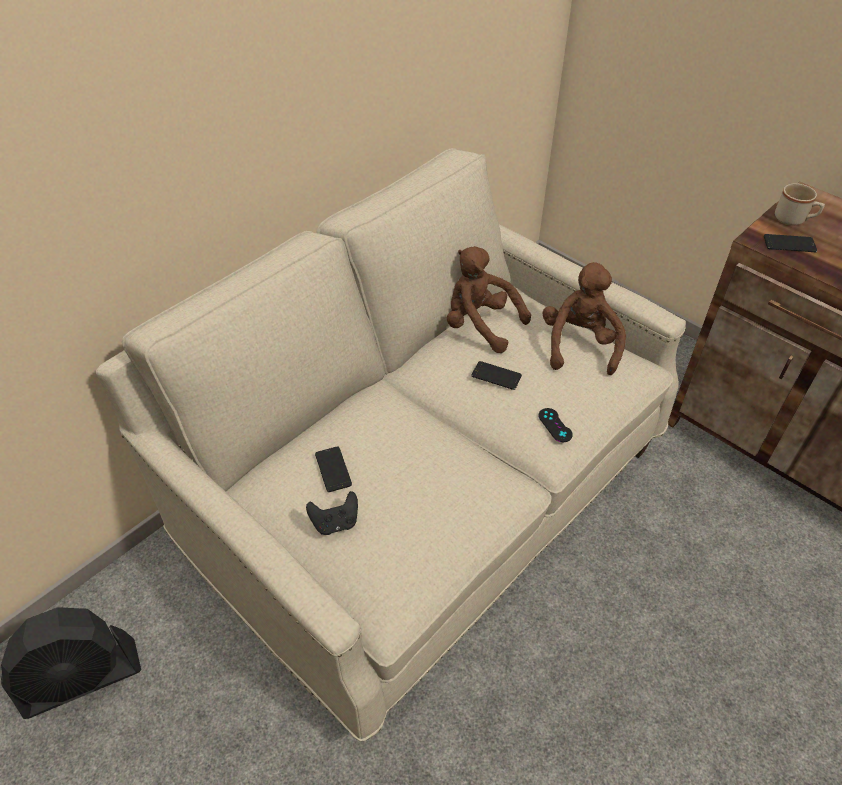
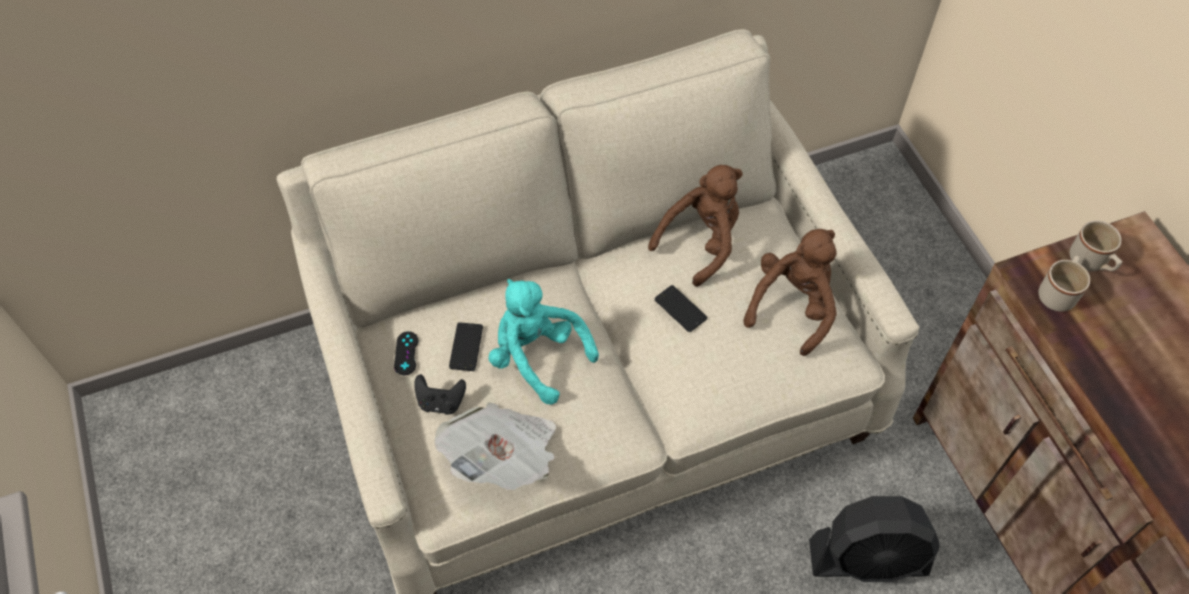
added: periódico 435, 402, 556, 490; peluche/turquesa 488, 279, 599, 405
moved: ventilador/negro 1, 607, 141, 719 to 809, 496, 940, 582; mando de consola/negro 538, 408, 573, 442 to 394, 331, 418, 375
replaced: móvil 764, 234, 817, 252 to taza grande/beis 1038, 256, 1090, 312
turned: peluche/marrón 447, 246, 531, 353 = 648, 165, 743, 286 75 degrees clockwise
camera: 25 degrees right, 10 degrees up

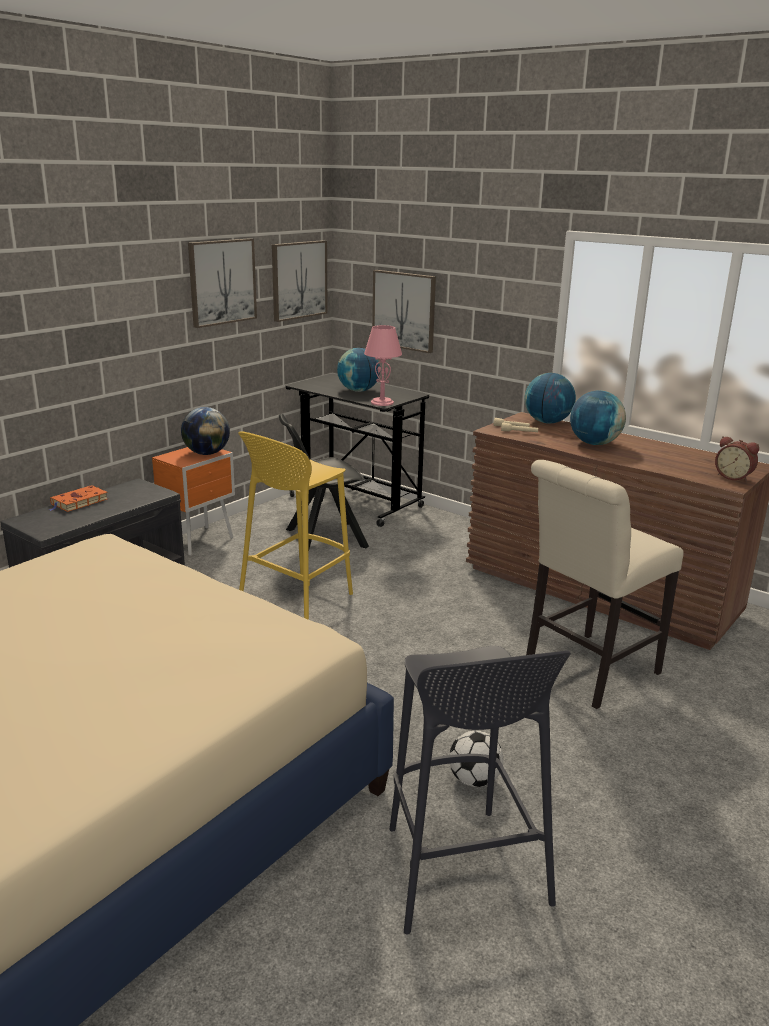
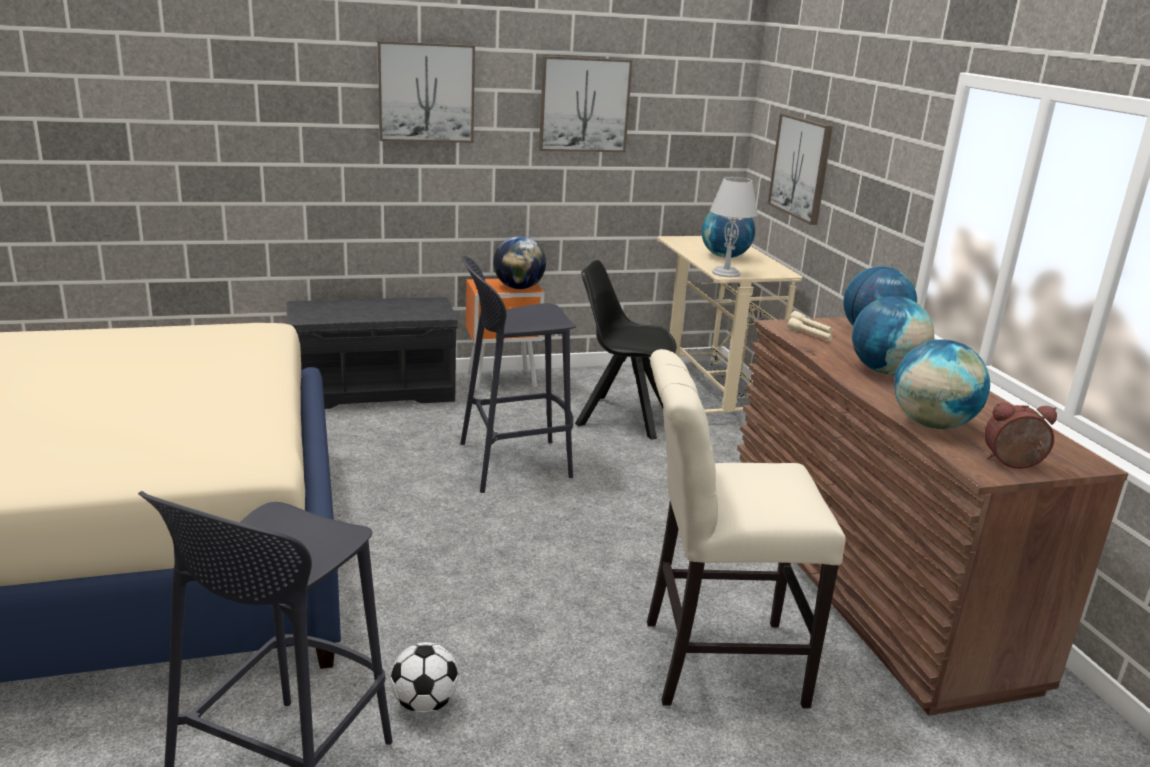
removed: libro/naranja 49, 485, 108, 512
added: globo terráqueo 894, 339, 990, 429
moved: cuadro 272, 240, 328, 322 to 377, 41, 475, 143
recoloured: taburete/amarillo 238, 431, 353, 620 to taburete/gris 460, 256, 576, 493; escritorio/negro 286, 374, 429, 527 to escritorio/beis 649, 236, 802, 413; lámpara de mesa/rosa 364, 325, 402, 406 to lámpara de mesa/gris 710, 177, 758, 277
turned: despertador 715, 436, 759, 482 = 984, 402, 1057, 469 105 degrees clockwise
camera: 35 degrees right, 0 degrees up

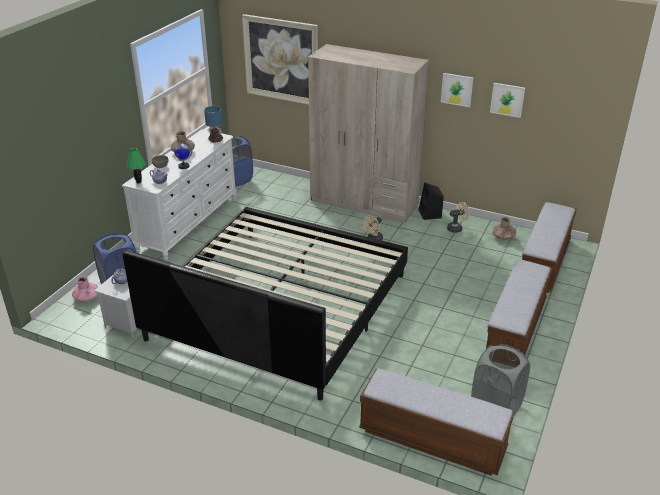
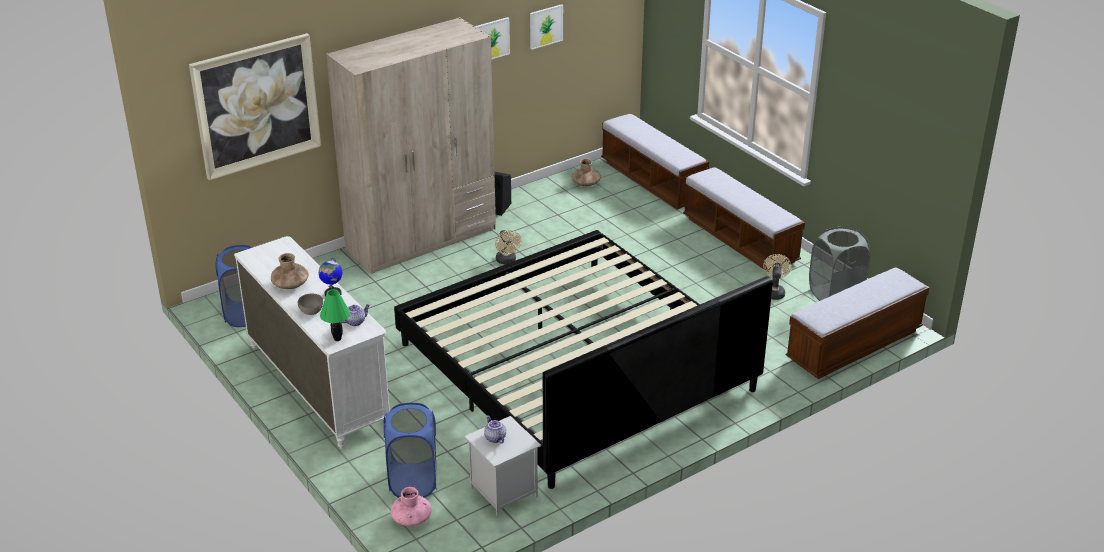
removed: lámpara de mesa 204, 106, 223, 142
moved: ventilador/beis 447, 202, 469, 233 to 763, 254, 791, 300
camera: 60 degrees left, 0 degrees up

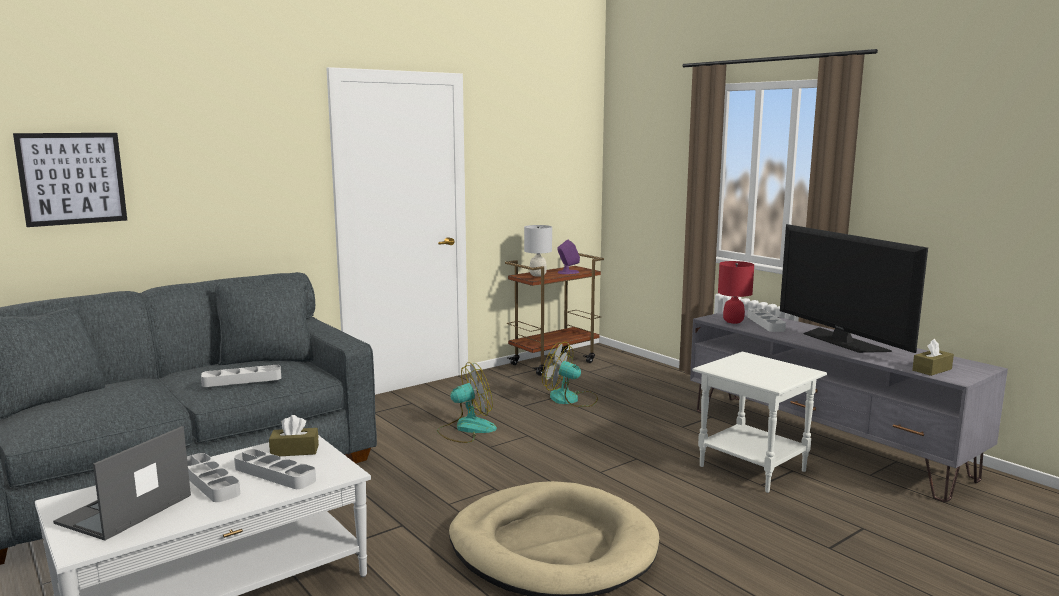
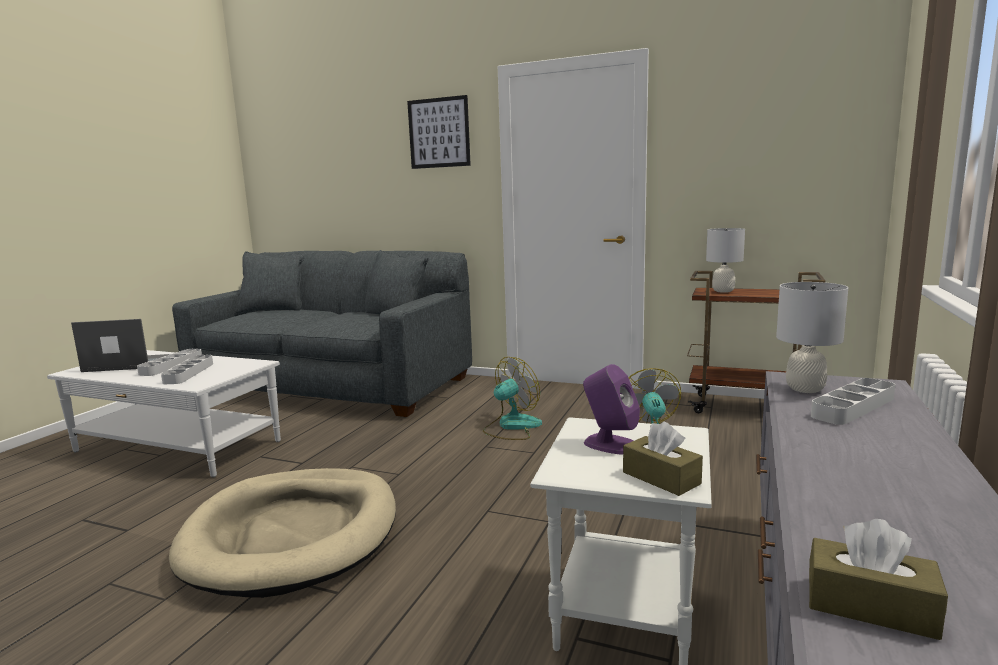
removed: bandeja/gris 201, 365, 281, 387; televisor 780, 224, 928, 353
moved: cuadro 13, 133, 127, 227 to 407, 95, 471, 169; caja de pañuelos/marrón 269, 415, 319, 456 to 623, 422, 703, 496; altavoz/morado 557, 240, 580, 274 to 583, 364, 640, 455
recoloured: lámpara de mesa/rojo 718, 261, 754, 324 to lámpara de mesa/gris 776, 282, 848, 393
turned: ventilador 437, 362, 497, 443 = 483, 357, 542, 440 75 degrees counterclockwise
camera: 60 degrees right, 0 degrees up

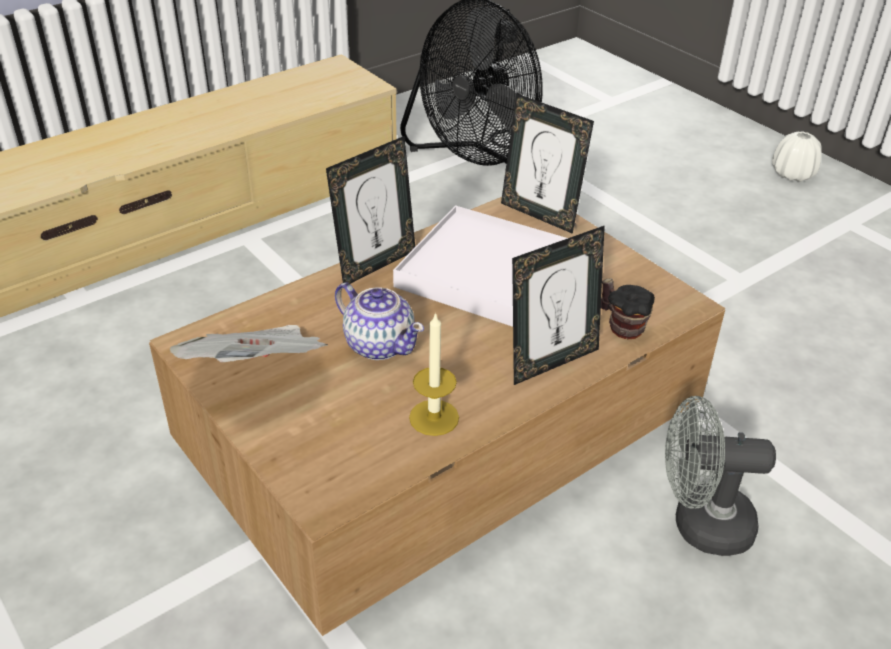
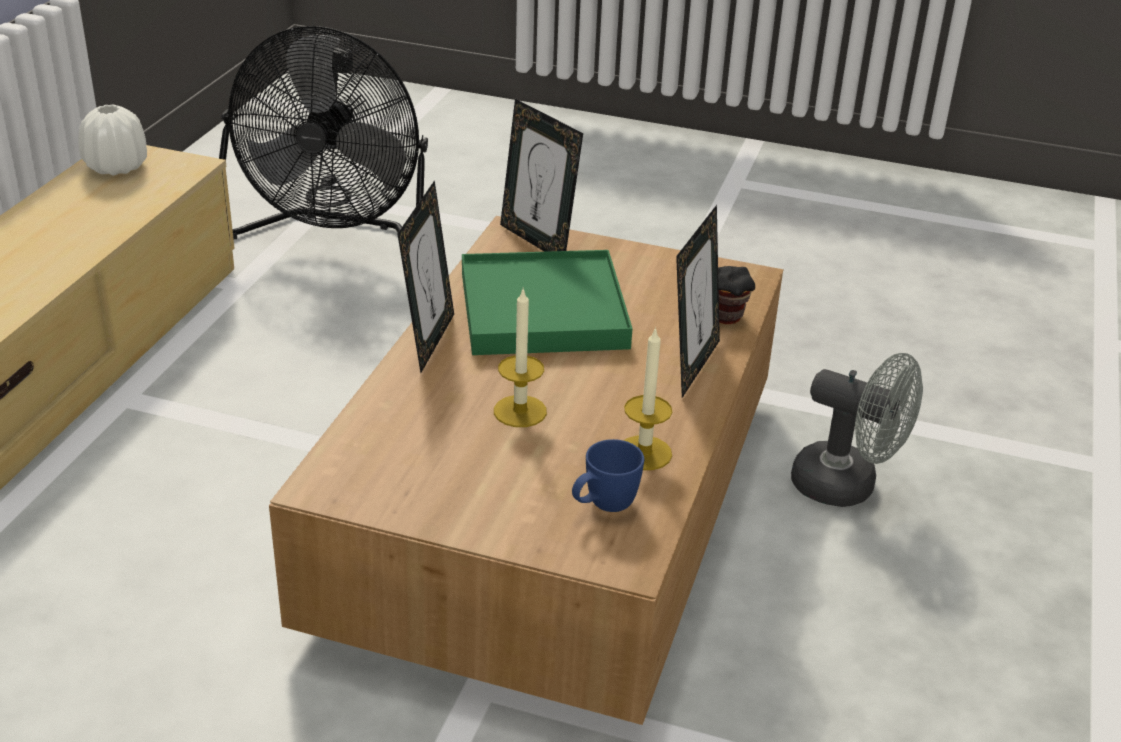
removed: periódico 169, 325, 328, 362
added: taza grande/azul 572, 439, 644, 512
moved: florero/blanco 772, 131, 822, 182 to 78, 105, 147, 176
replaced: tetera 335, 282, 424, 360 to vela 494, 290, 547, 427
recoloured: bandeja/blanco 393, 205, 568, 327 to bandeja/verde 462, 250, 633, 355
turned: portarretratos 501, 94, 594, 234 = 500, 99, 583, 252 45 degrees clockwise; ventilador/gris 665, 396, 776, 556 = 791, 353, 923, 507 120 degrees counterclockwise
camera: 35 degrees left, 5 degrees down

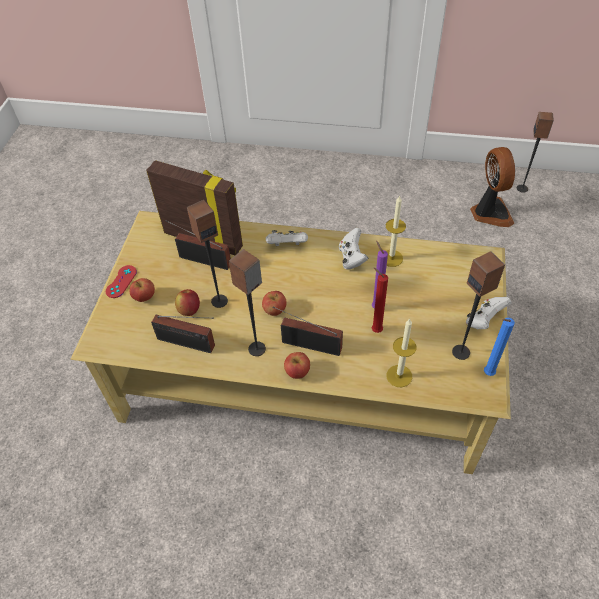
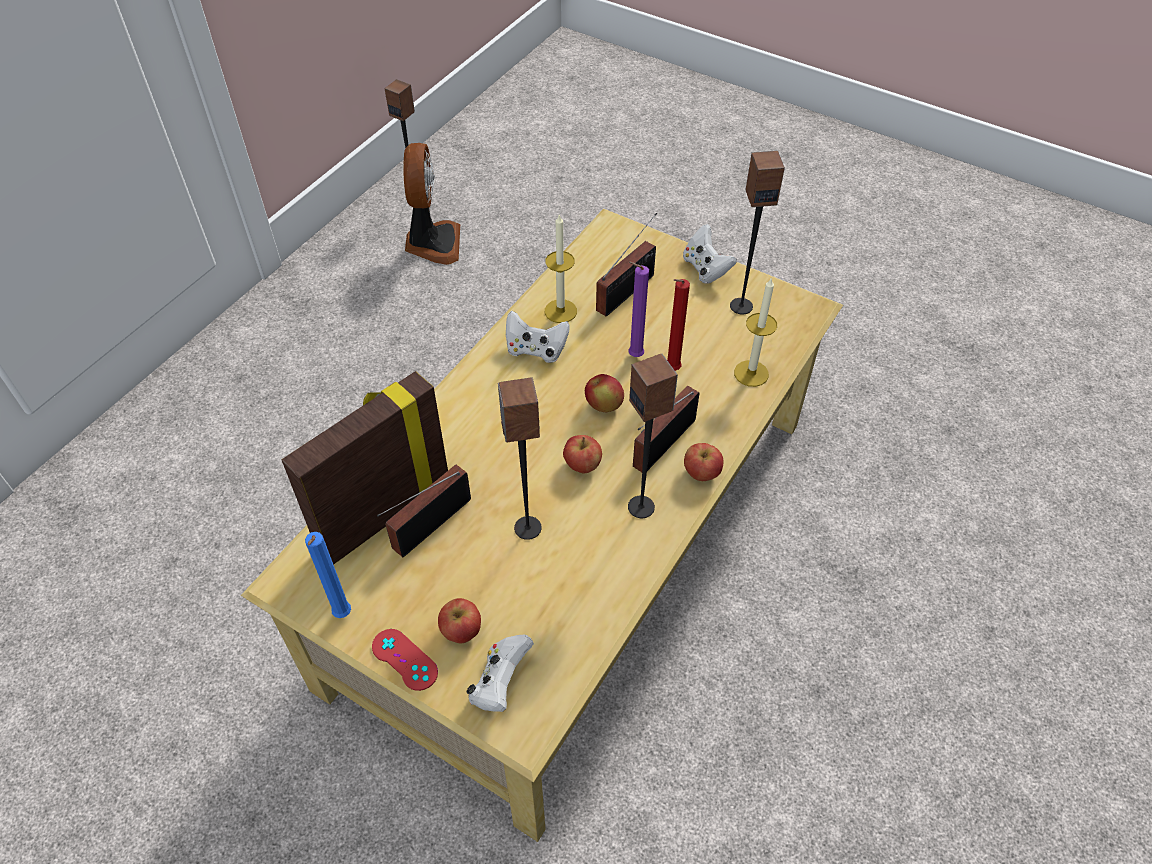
moved: radio 151, 315, 215, 353 to 596, 213, 657, 317; manzana 175, 289, 200, 316 to 585, 374, 624, 412; mando de consola/blanco 266, 230, 308, 246 to 466, 634, 534, 712; vela/azul 484, 318, 515, 376 to 305, 532, 351, 618
turned: ventilador 470, 147, 515, 227 = 403, 143, 460, 265 75 degrees clockwise
camera: 70 degrees left, 0 degrees up

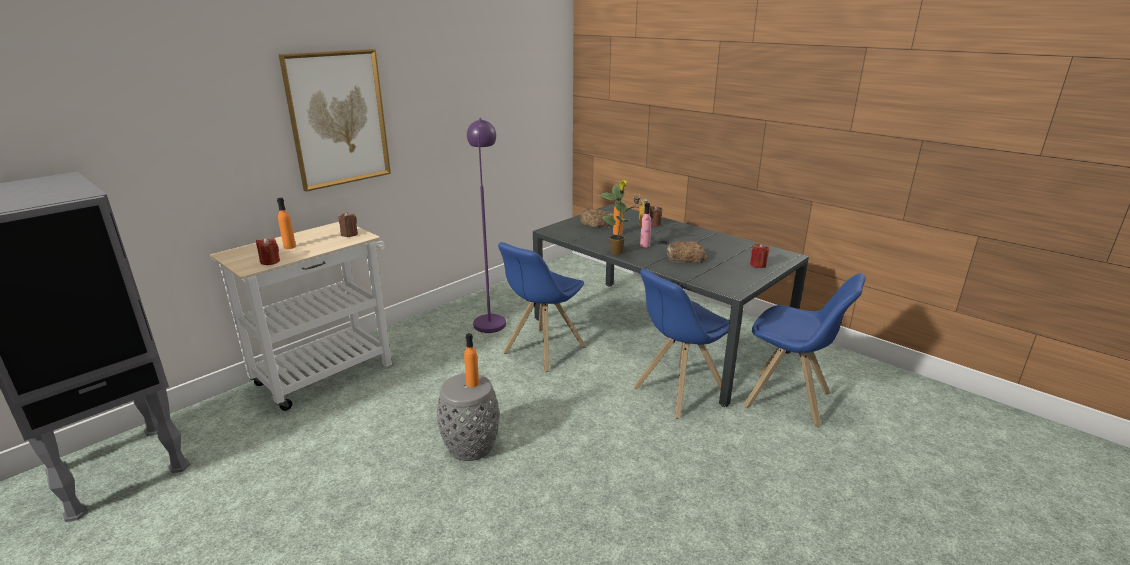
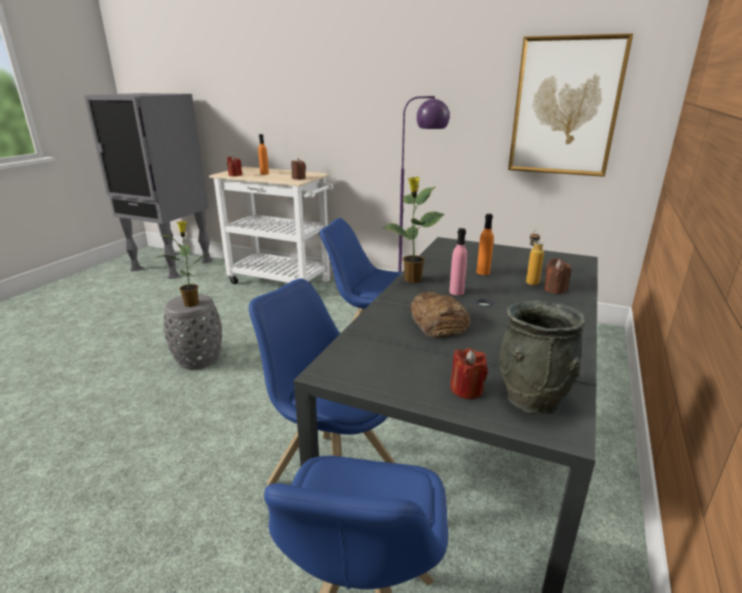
removed: pan 580, 208, 614, 228
added: florero/gris 500, 300, 586, 414
moved: cuadro 279, 49, 391, 192 to 508, 33, 633, 177
replaced: botella/naranja 464, 333, 479, 387 to planta en maceta 155, 221, 213, 307
camera: 70 degrees right, 0 degrees up

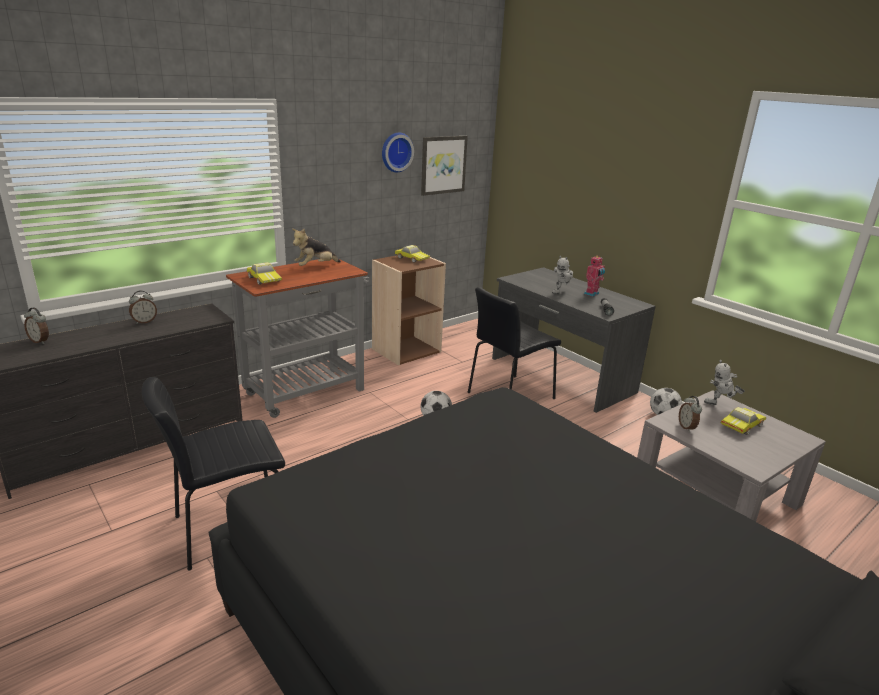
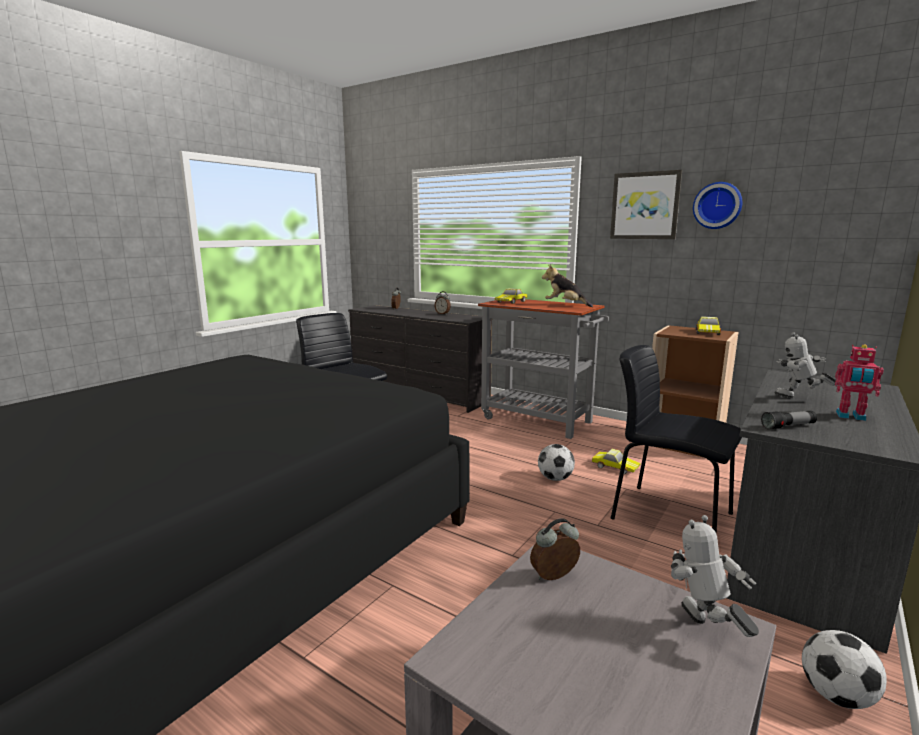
moved: cuadro 421, 136, 468, 196 to 610, 170, 682, 239; coche de juguete 721, 407, 766, 435 to 592, 449, 641, 474
camera: 75 degrees right, 10 degrees down

